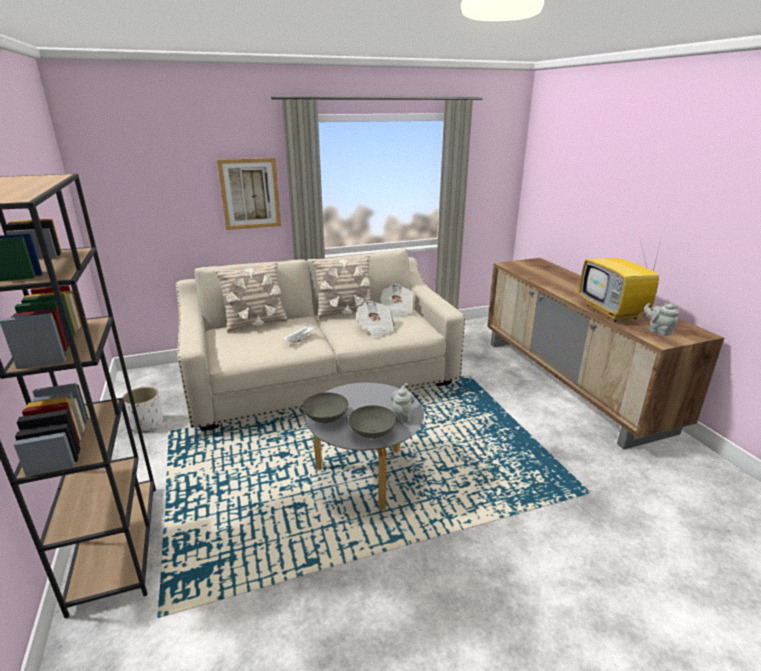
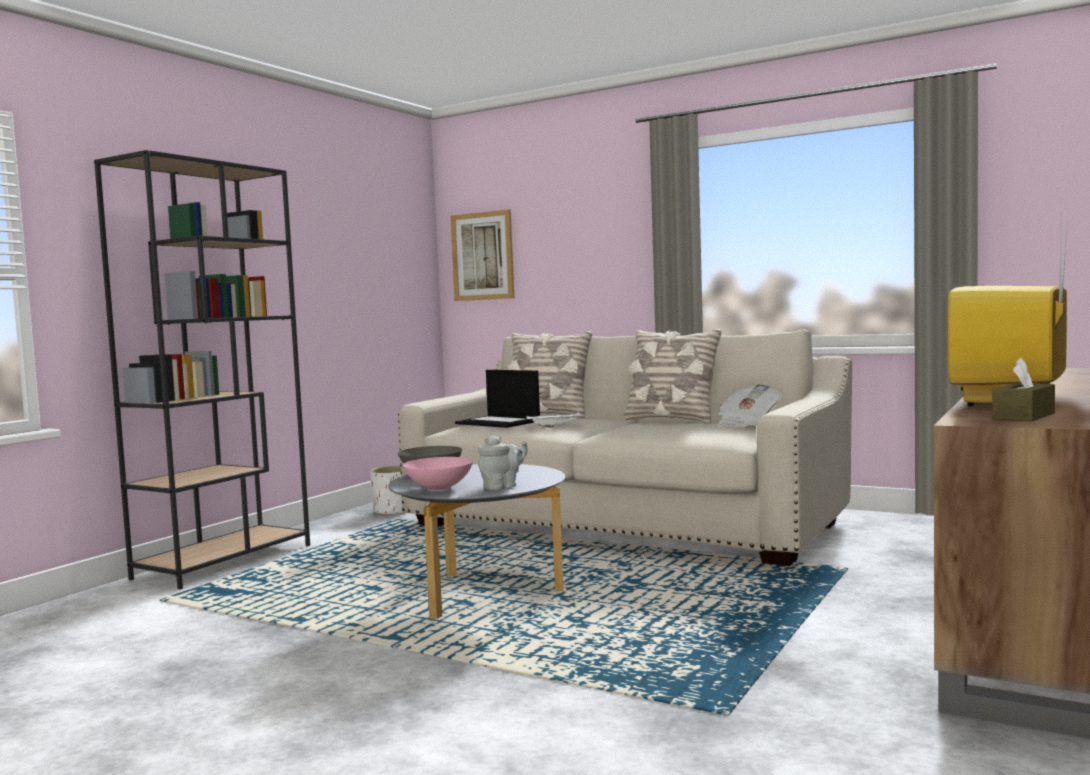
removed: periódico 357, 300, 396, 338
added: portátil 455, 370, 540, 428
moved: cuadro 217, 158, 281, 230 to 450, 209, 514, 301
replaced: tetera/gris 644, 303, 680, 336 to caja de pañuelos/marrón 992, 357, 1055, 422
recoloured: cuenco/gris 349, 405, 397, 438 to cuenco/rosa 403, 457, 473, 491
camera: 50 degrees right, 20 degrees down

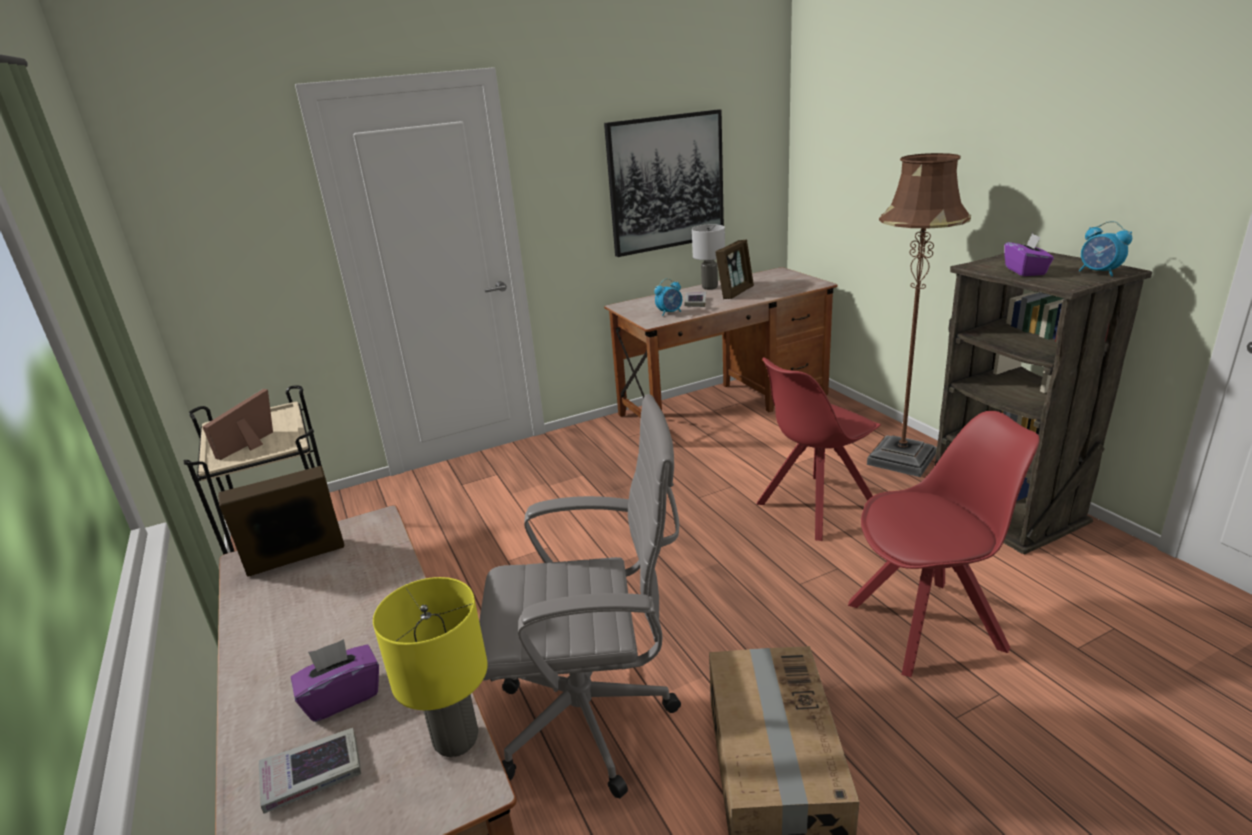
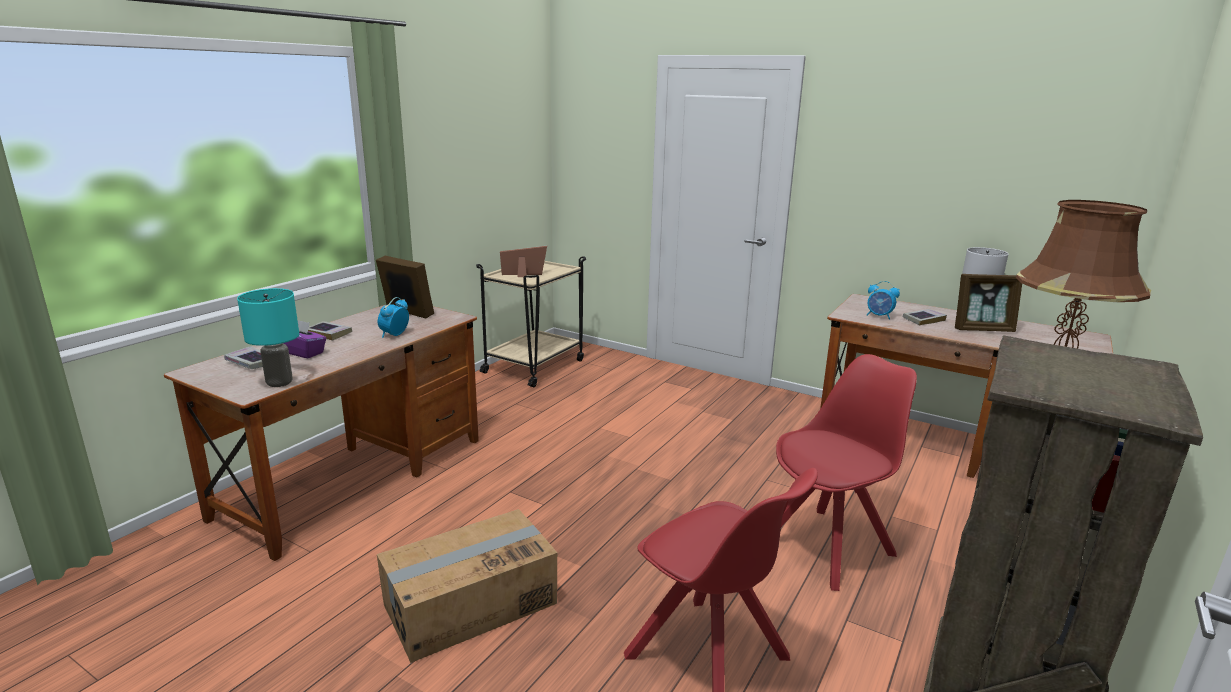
removed: silla de oficina/gris 479, 394, 681, 799; cuadro 604, 109, 724, 257; caja de pañuelos/morado 1004, 233, 1054, 276
added: libro 308, 321, 352, 341
moved: despertador 1079, 221, 1132, 277 to 378, 297, 409, 338
recoloured: lámpara de mesa/amarillo 373, 577, 488, 757 to lámpara de mesa/turquesa 237, 288, 299, 387
turned: silla/rojo 756, 357, 881, 541 = 776, 354, 917, 591 120 degrees clockwise
camera: 55 degrees right, 5 degrees down

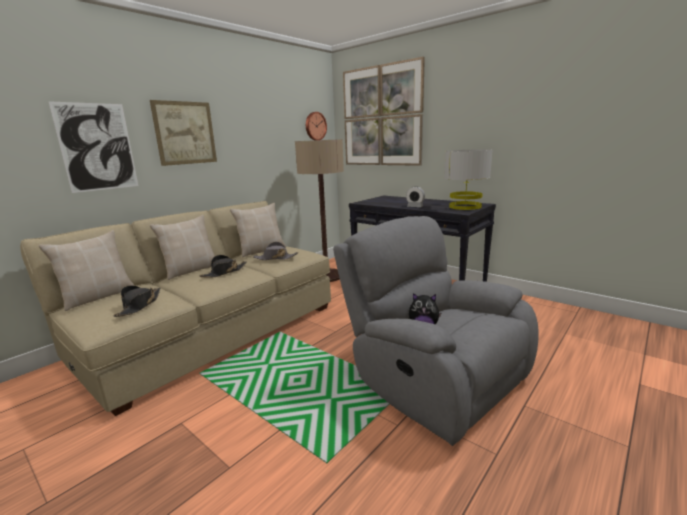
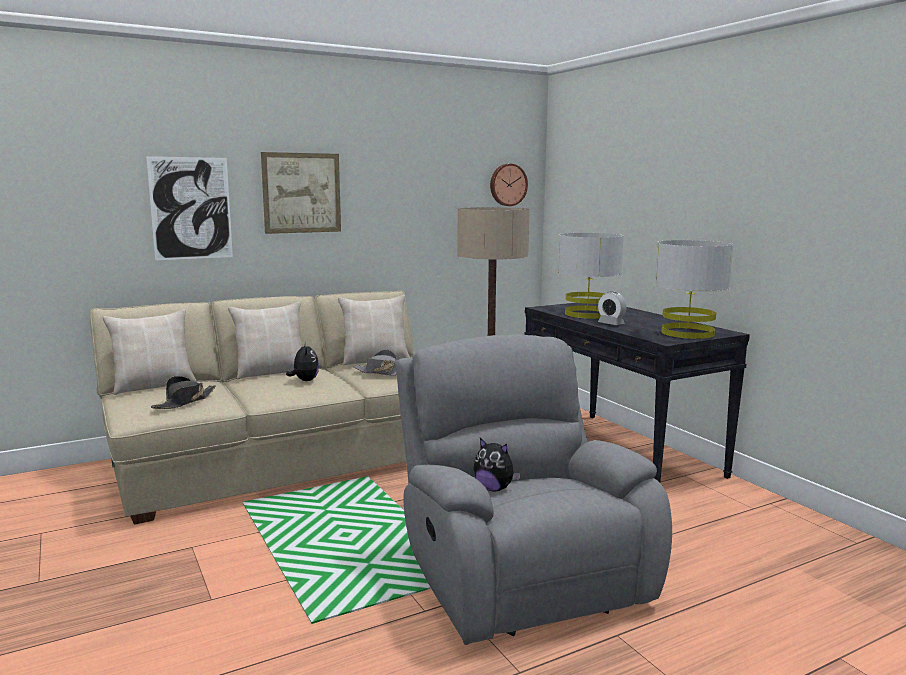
removed: cuadro 343, 57, 425, 166
added: lámpara de mesa/gris 558, 233, 624, 319
replaced: sombrero/negro 200, 255, 247, 278 to peluche 286, 342, 319, 381
camera: 20 degrees right, 5 degrees down

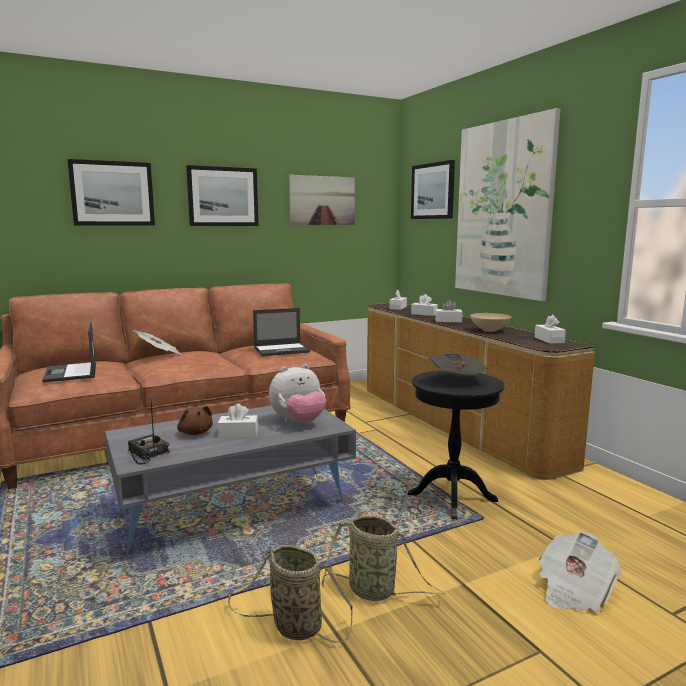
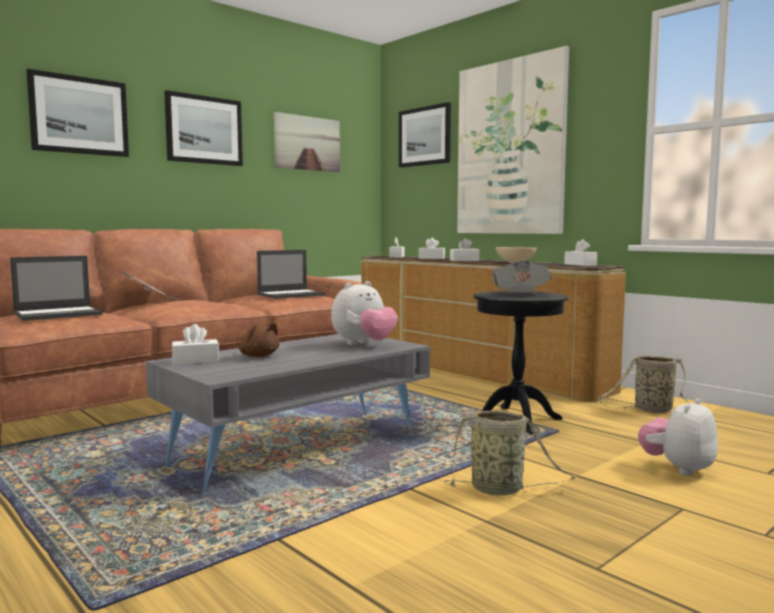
removed: radio 128, 401, 170, 465
moved: caja de pañuelos/blanco 218, 403, 258, 438 to 172, 324, 219, 365; cesta 228, 545, 353, 643 to 598, 356, 689, 413
replaced: periódico 539, 532, 621, 612 to peluche 638, 398, 718, 476
turned: portátil 42, 322, 96, 382 = 10, 256, 103, 321 90 degrees counterclockwise
camera: 15 degrees left, 5 degrees down

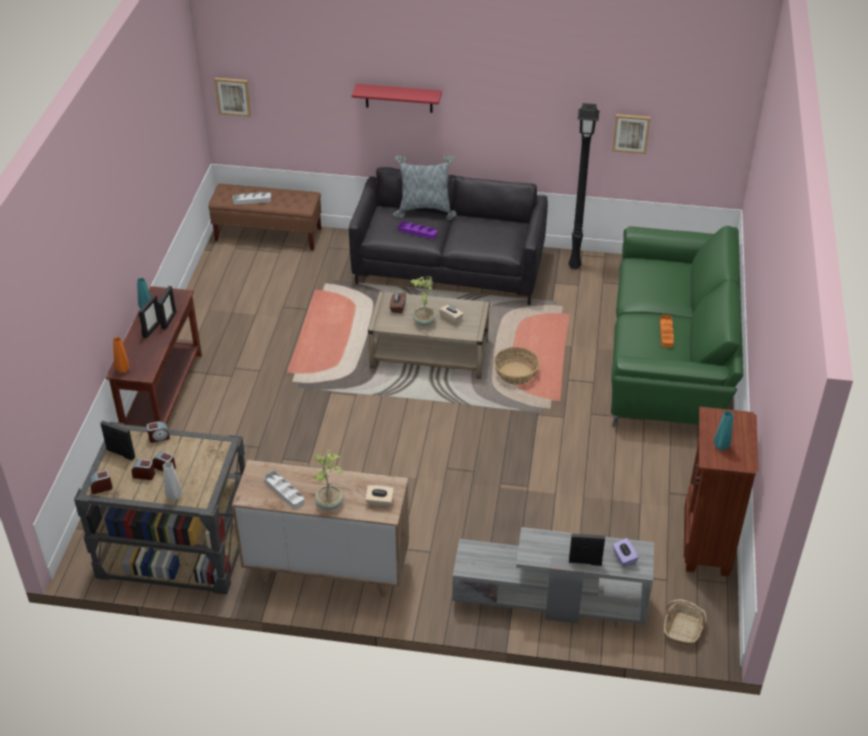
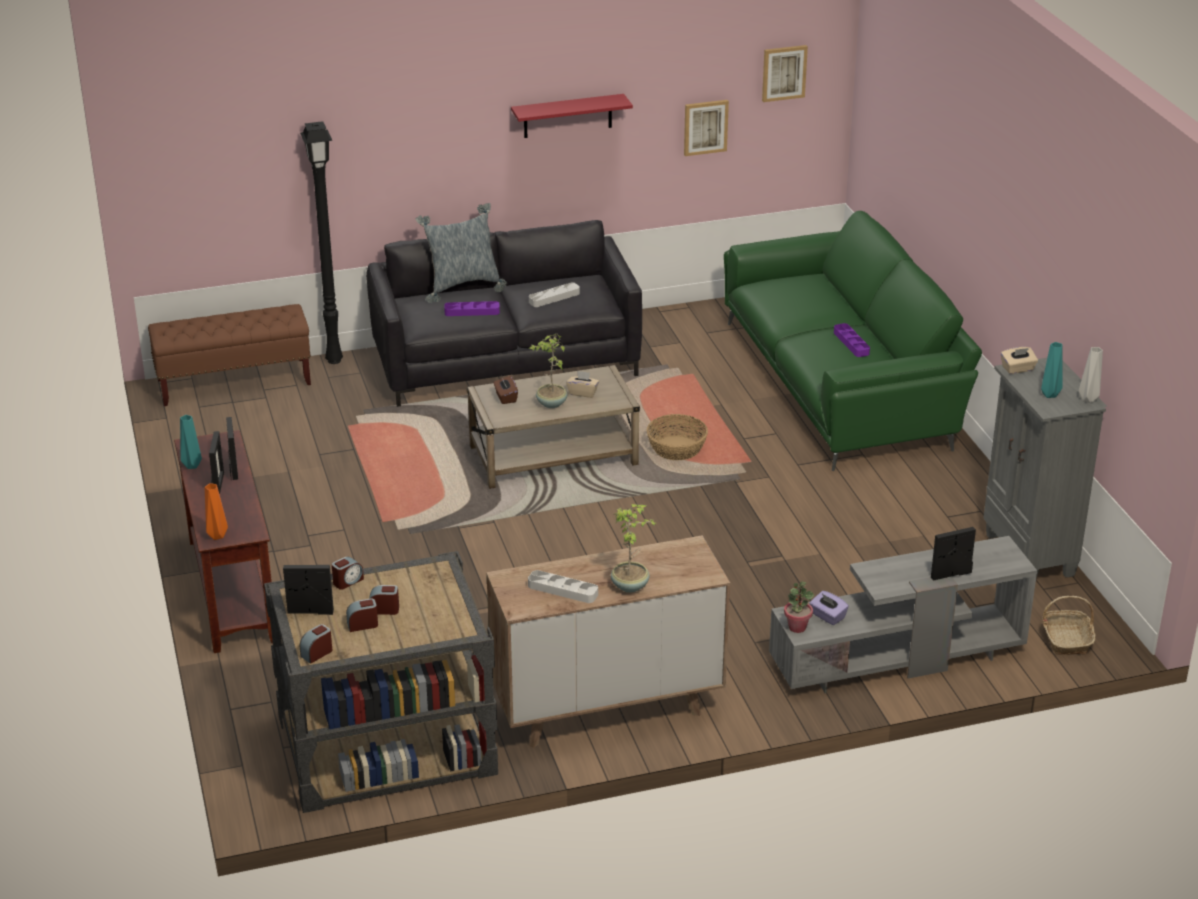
added: planta en maceta 784, 581, 814, 633
moved: florero/gris 163, 462, 182, 501 to 1079, 347, 1103, 403; cuadro 214, 78, 251, 117 to 762, 45, 808, 102; bandeja/gris 232, 192, 271, 205 to 529, 283, 580, 307; estante/rojo 352, 84, 442, 113 to 511, 94, 633, 138; caja de pañuelos/beis 365, 485, 394, 507 to 1001, 347, 1038, 374; lámpara de pie/negro 569, 103, 600, 269 to 300, 121, 343, 364; caja de pañuelos/morado 613, 538, 638, 567 to 809, 591, 849, 625
recoloured: bandeja/naranja 660, 315, 674, 348 to bandeja/morado 834, 323, 870, 357; armario/marrón 684, 406, 759, 576 to armario/gris 983, 358, 1107, 578
camera: 25 degrees left, 10 degrees down

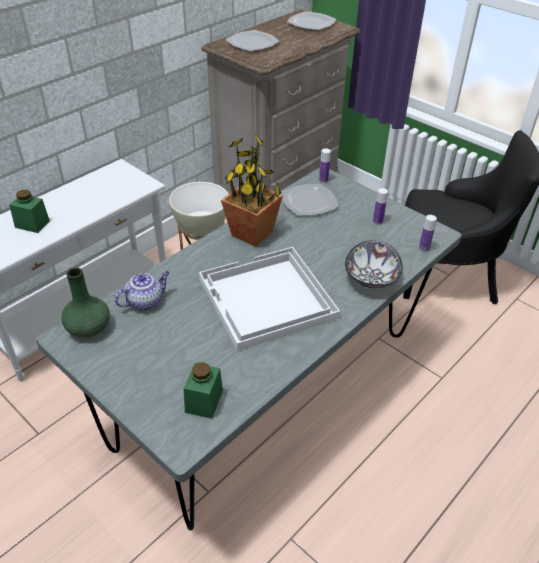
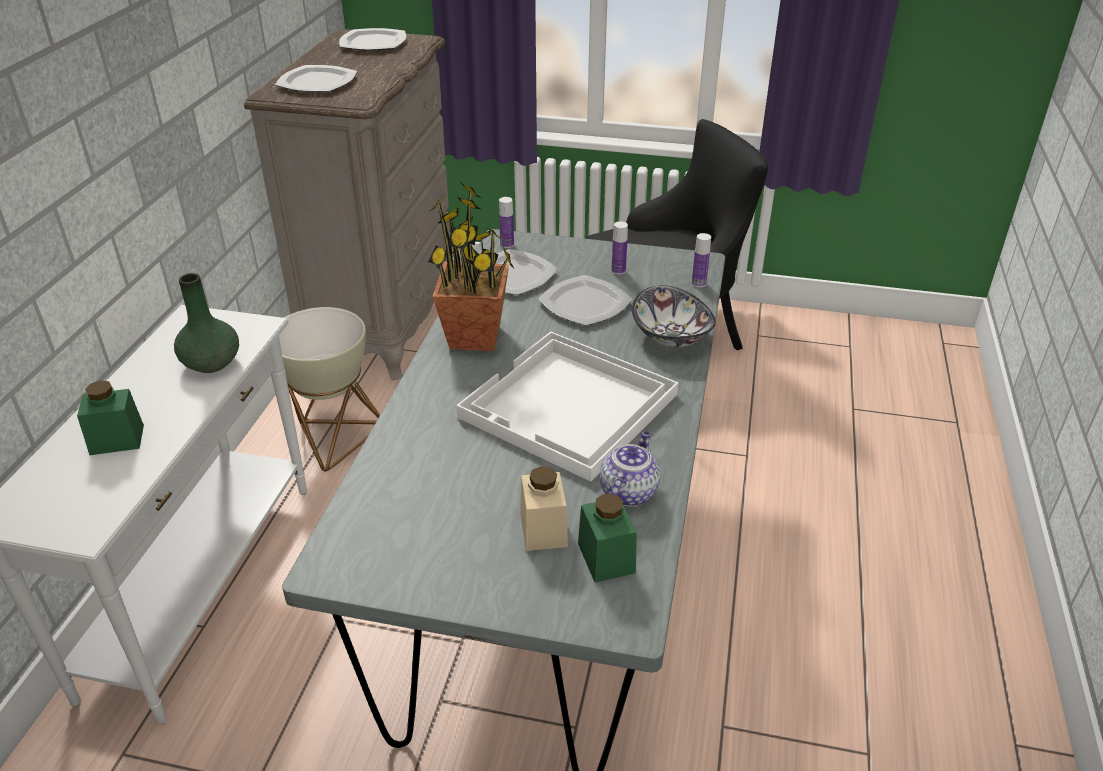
added: tarro/beis 520, 466, 568, 551; plato 539, 275, 632, 326
moved: florero/verde 61, 268, 110, 338 to 174, 273, 239, 373; tetera 115, 271, 170, 311 to 600, 431, 660, 506
camera: 30 degrees left, 5 degrees down

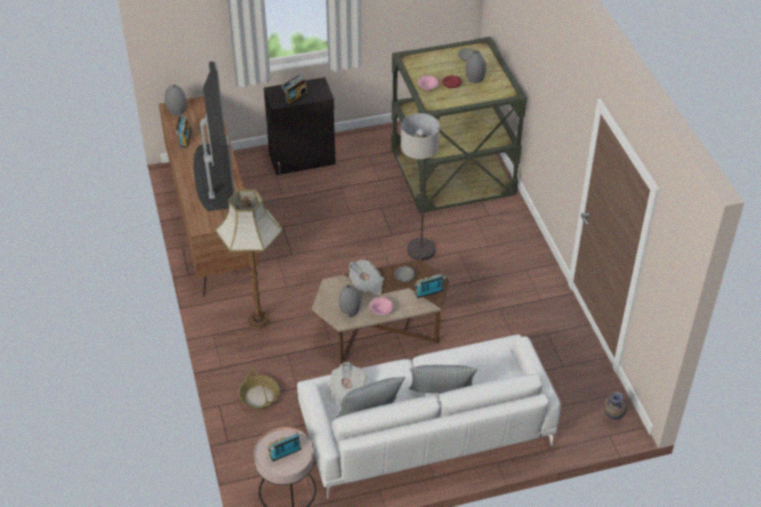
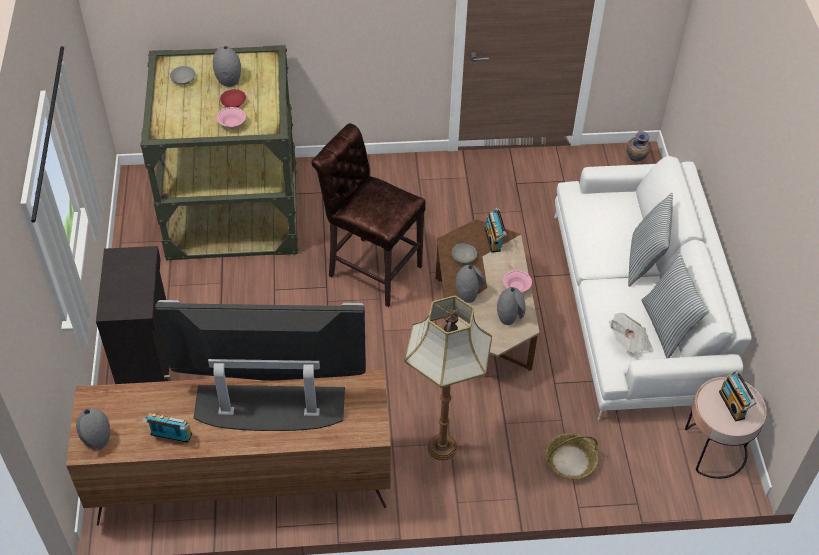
removed: radio 281, 74, 308, 105
replaced: periódico 349, 260, 384, 295 to florero/gris 456, 265, 485, 303; lámpara de pie/gris 401, 113, 440, 261 to taburete/marrón 312, 123, 426, 307
camera: 80 degrees left, 5 degrees up

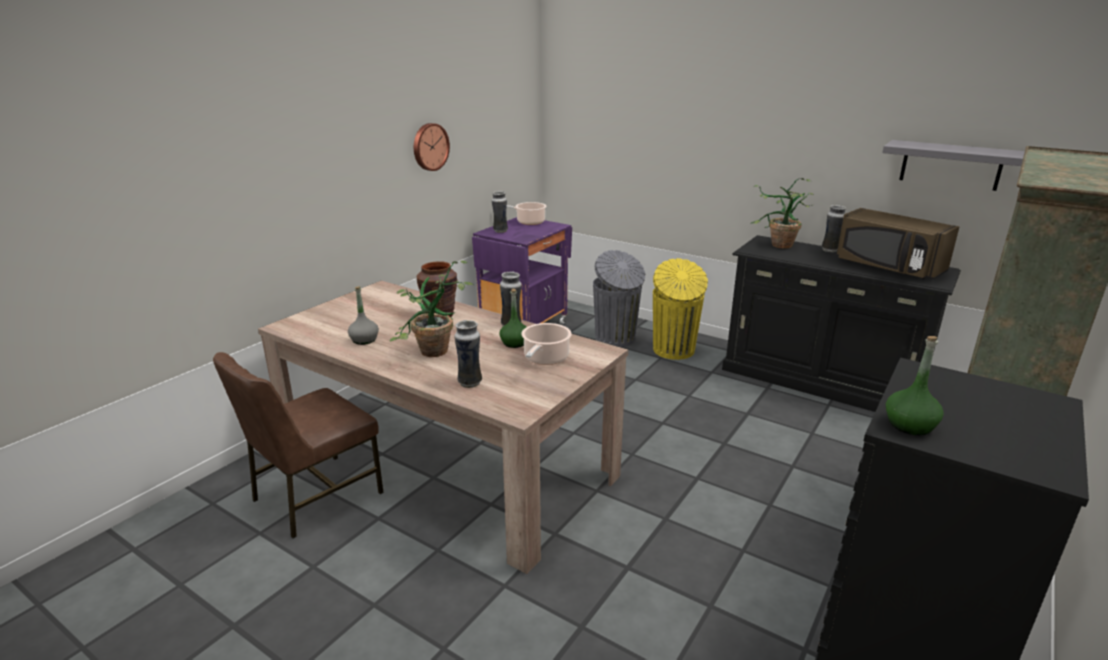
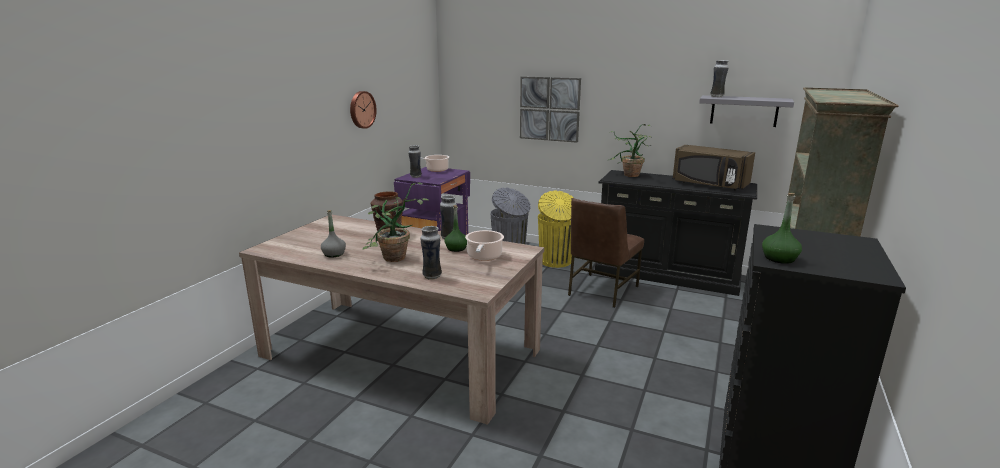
added: cuadro 520, 76, 581, 143
moved: silla/marrón 213, 352, 384, 539 to 568, 198, 644, 308; florero 822, 205, 846, 252 to 710, 60, 729, 97
camera: 10 degrees left, 5 degrees down

